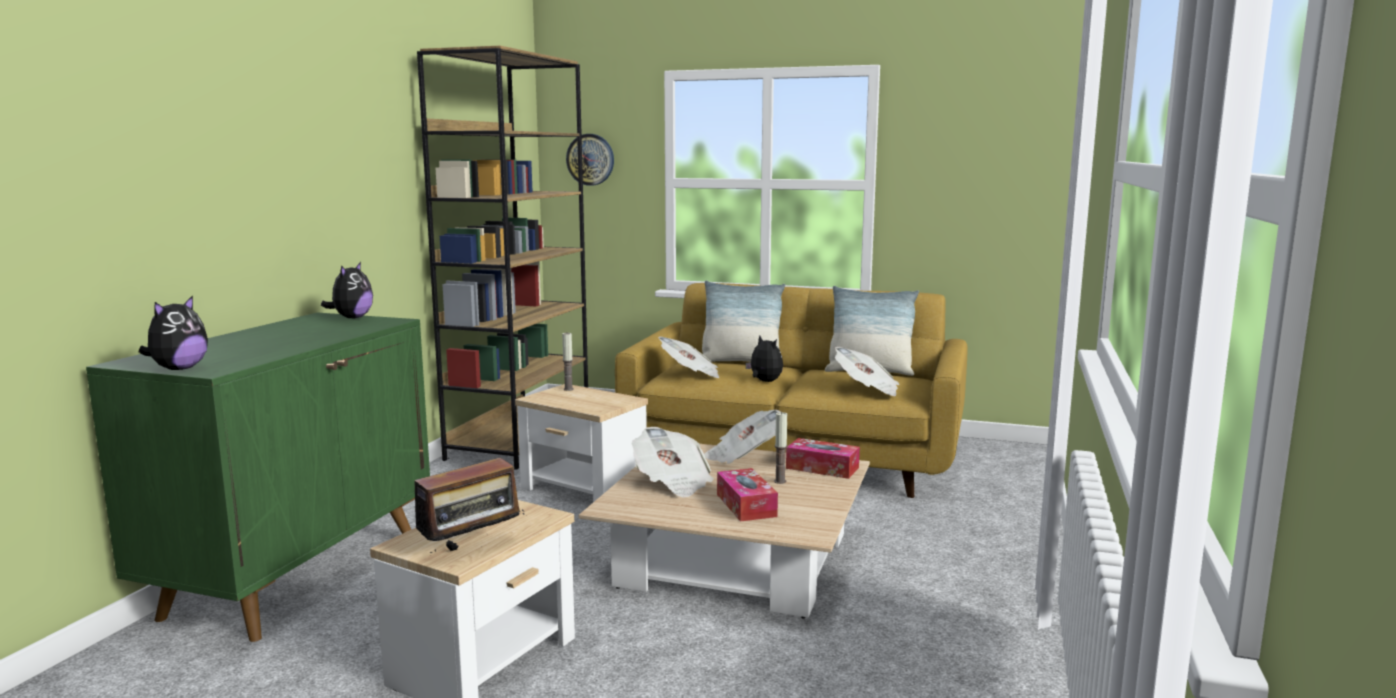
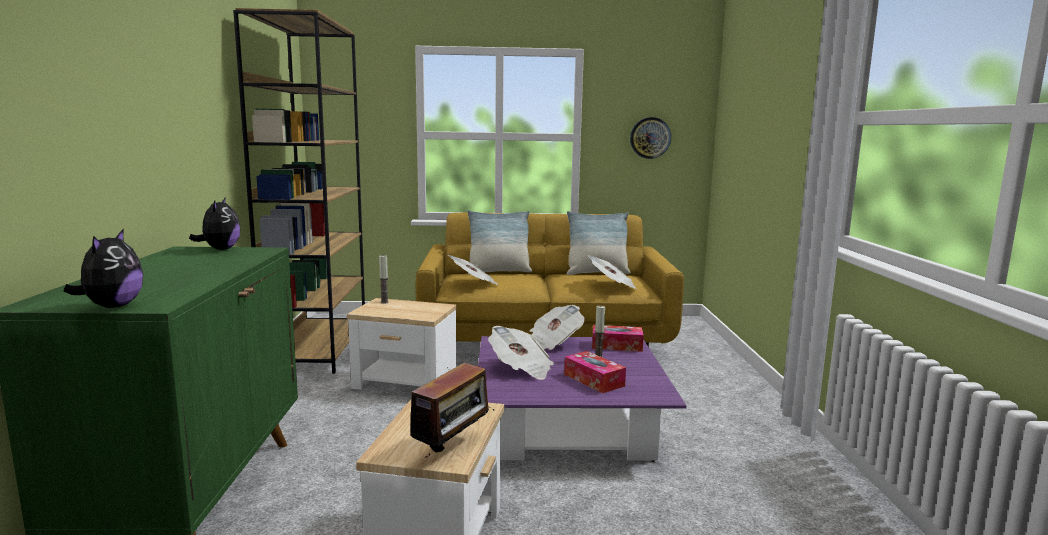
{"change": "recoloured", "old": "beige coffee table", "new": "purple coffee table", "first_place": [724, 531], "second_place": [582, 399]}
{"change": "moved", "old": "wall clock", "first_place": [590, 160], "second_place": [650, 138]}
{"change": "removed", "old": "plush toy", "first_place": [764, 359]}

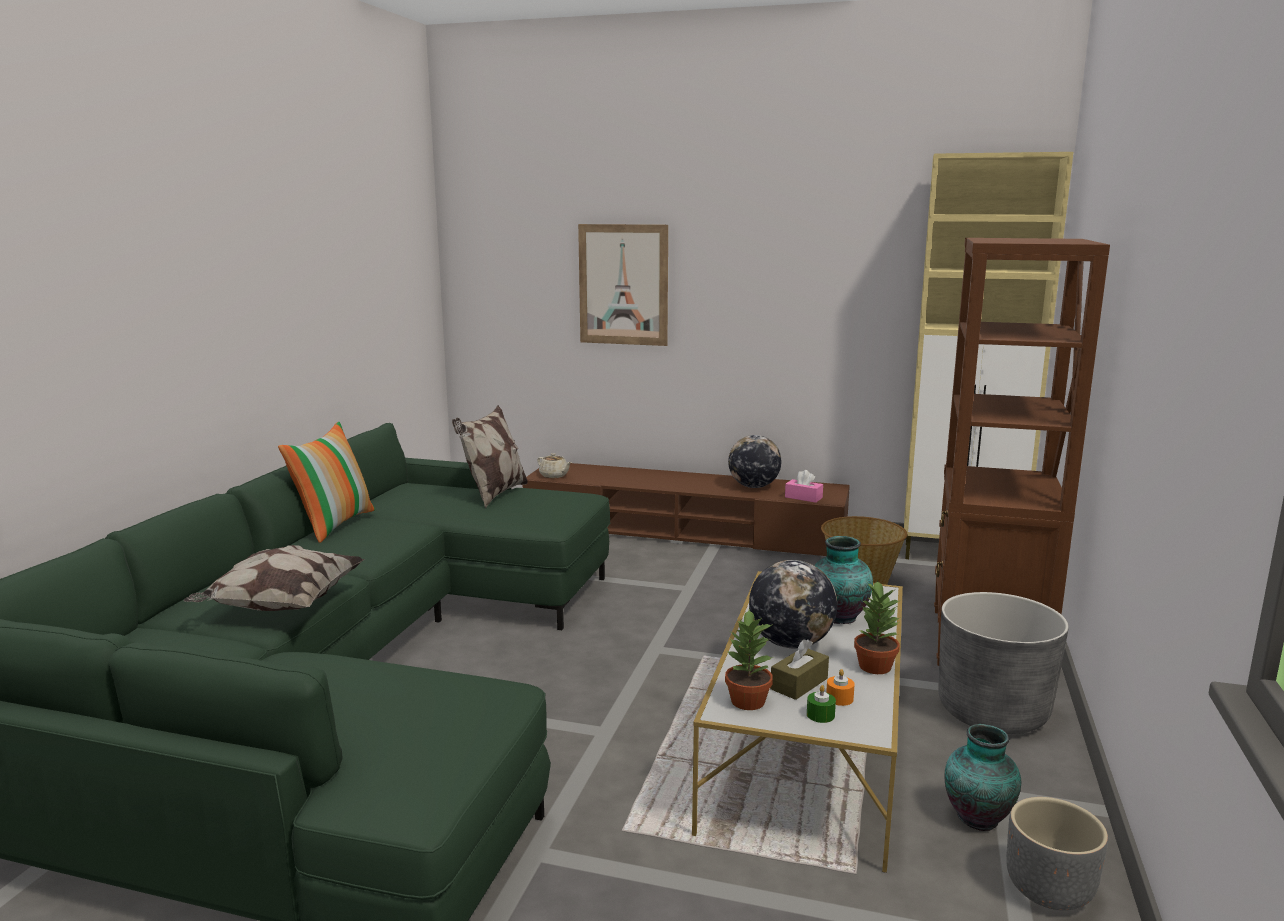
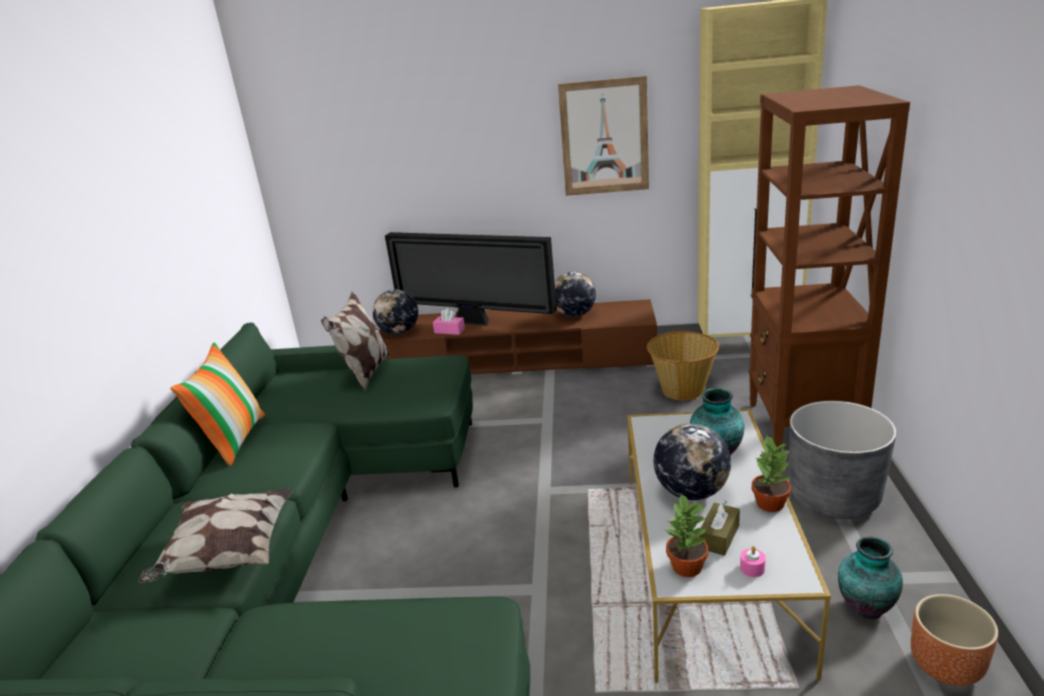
{"change": "replaced", "old": "beige teapot", "new": "globe", "first_place": [554, 465], "second_place": [395, 312]}
{"change": "added", "new": "television", "second_place": [471, 279]}
{"change": "moved", "old": "pink tissue box", "first_place": [804, 486], "second_place": [449, 322]}
{"change": "moved", "old": "picture", "first_place": [623, 285], "second_place": [603, 136]}
{"change": "recoloured", "old": "green candle", "new": "pink candle", "first_place": [821, 704], "second_place": [753, 561]}
{"change": "recoloured", "old": "grey planter", "new": "brown planter", "first_place": [1057, 853], "second_place": [954, 640]}
{"change": "removed", "old": "orange candle", "first_place": [840, 687]}

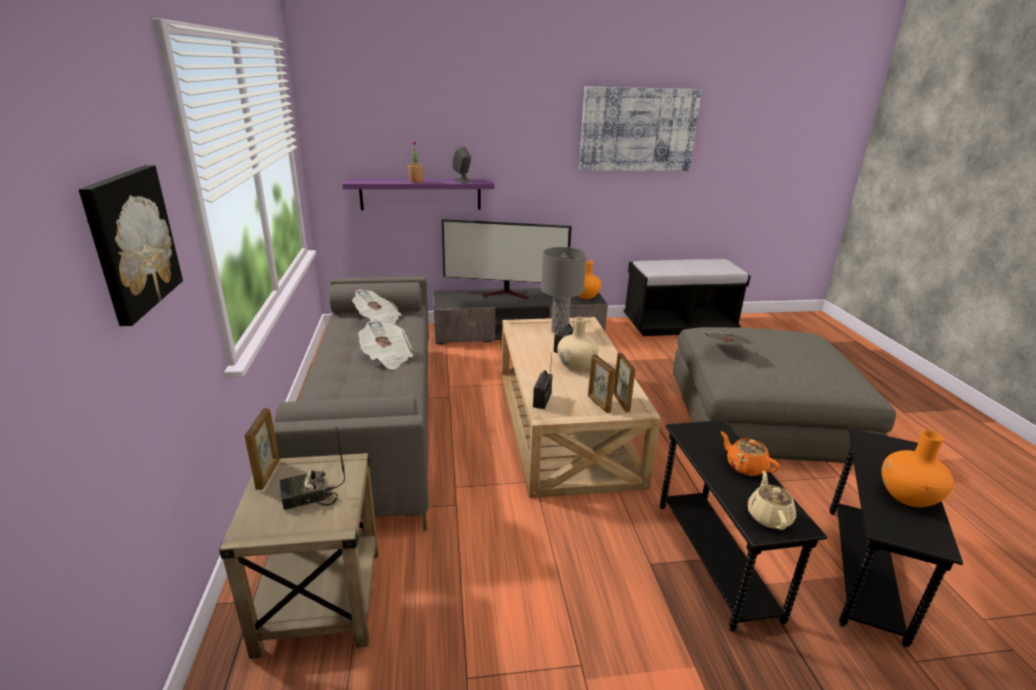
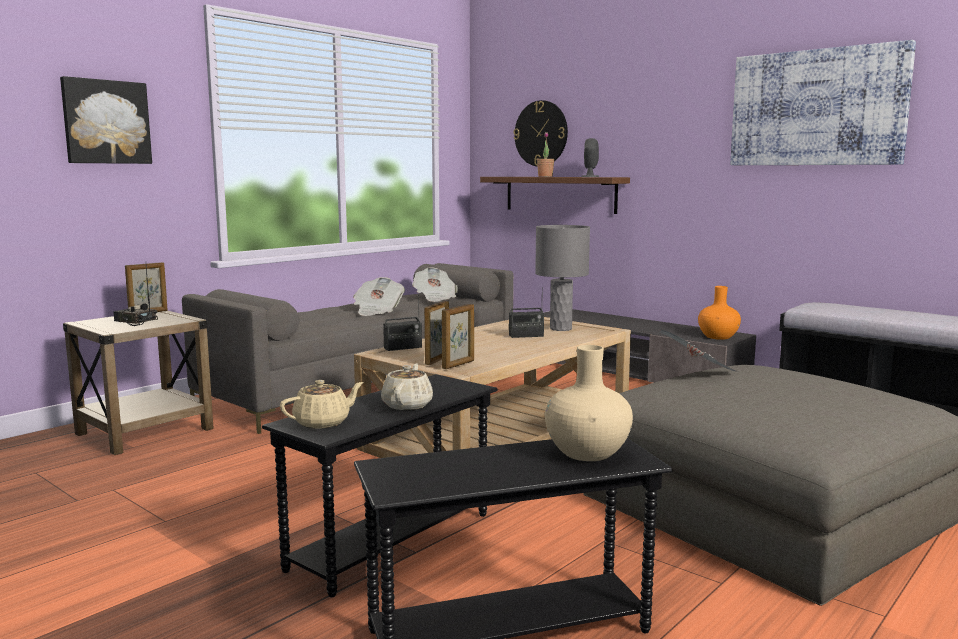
{"change": "recoloured", "old": "orange teapot", "new": "beige teapot", "first_place": [750, 453], "second_place": [407, 386]}
{"change": "recoloured", "old": "purple shelf", "new": "brown shelf", "first_place": [418, 194], "second_place": [555, 195]}
{"change": "added", "new": "wall clock", "second_place": [540, 133]}
{"change": "moved", "old": "beige vase", "first_place": [578, 344], "second_place": [589, 403]}
{"change": "removed", "old": "television", "first_place": [507, 259]}
{"change": "removed", "old": "orange vase", "first_place": [917, 468]}

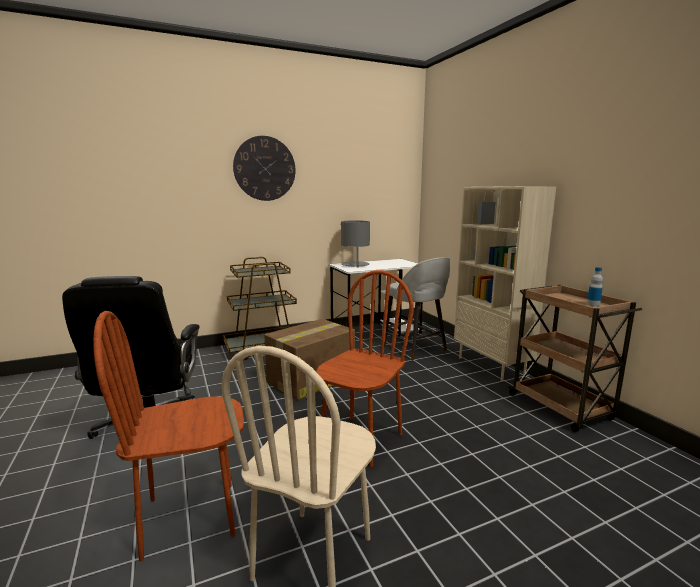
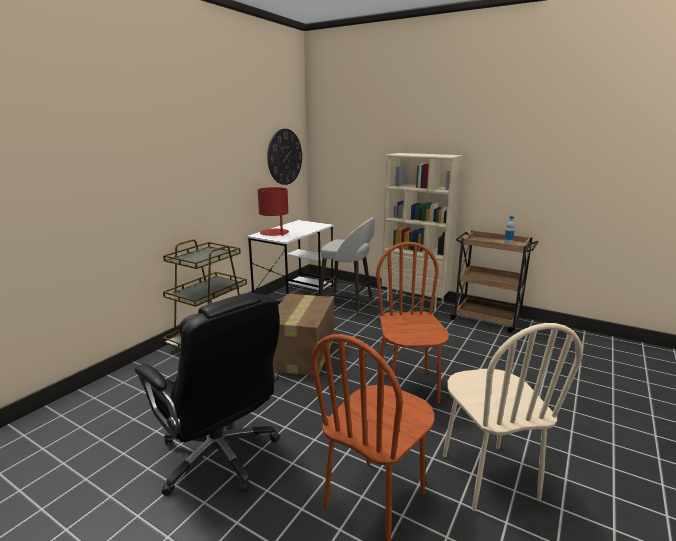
{"change": "recoloured", "old": "grey table lamp", "new": "red table lamp", "first_place": [355, 244], "second_place": [273, 211]}
{"change": "moved", "old": "wall clock", "first_place": [264, 168], "second_place": [284, 157]}

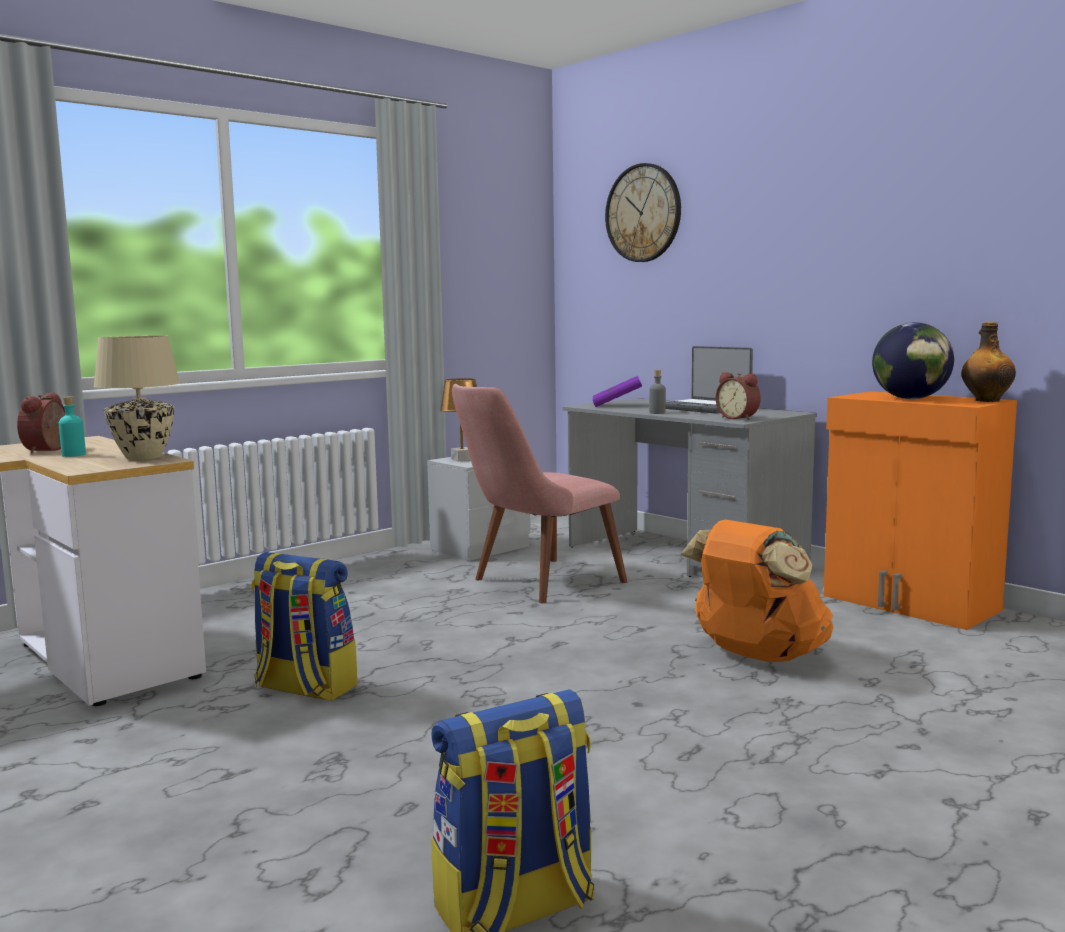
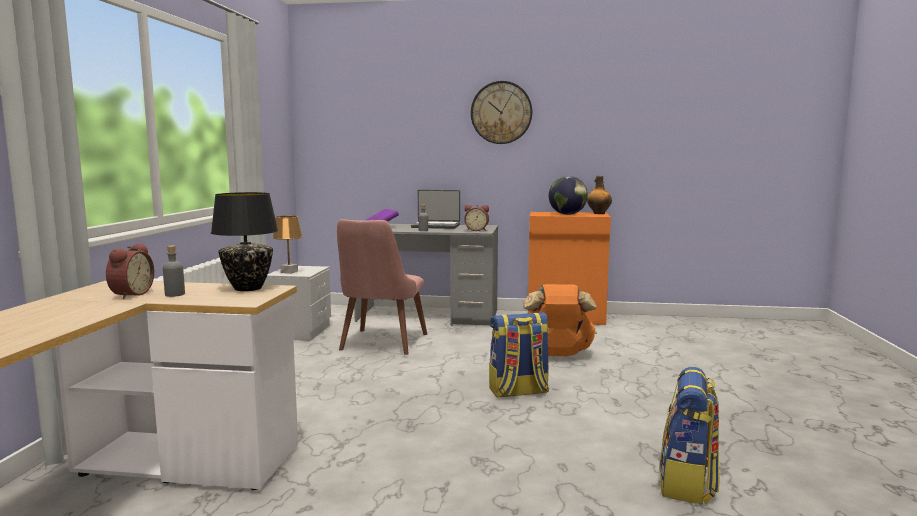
{"change": "turned", "old": "alarm clock", "first_place": [41, 423], "second_place": [130, 271], "degrees": -135}
{"change": "recoloured", "old": "turquoise bottle", "new": "grey bottle", "first_place": [72, 426], "second_place": [174, 271]}
{"change": "recoloured", "old": "beige table lamp", "new": "black table lamp", "first_place": [136, 398], "second_place": [244, 241]}
{"change": "moved", "old": "wall clock", "first_place": [643, 212], "second_place": [501, 112]}
{"change": "moved", "old": "backpack", "first_place": [304, 626], "second_place": [519, 354]}

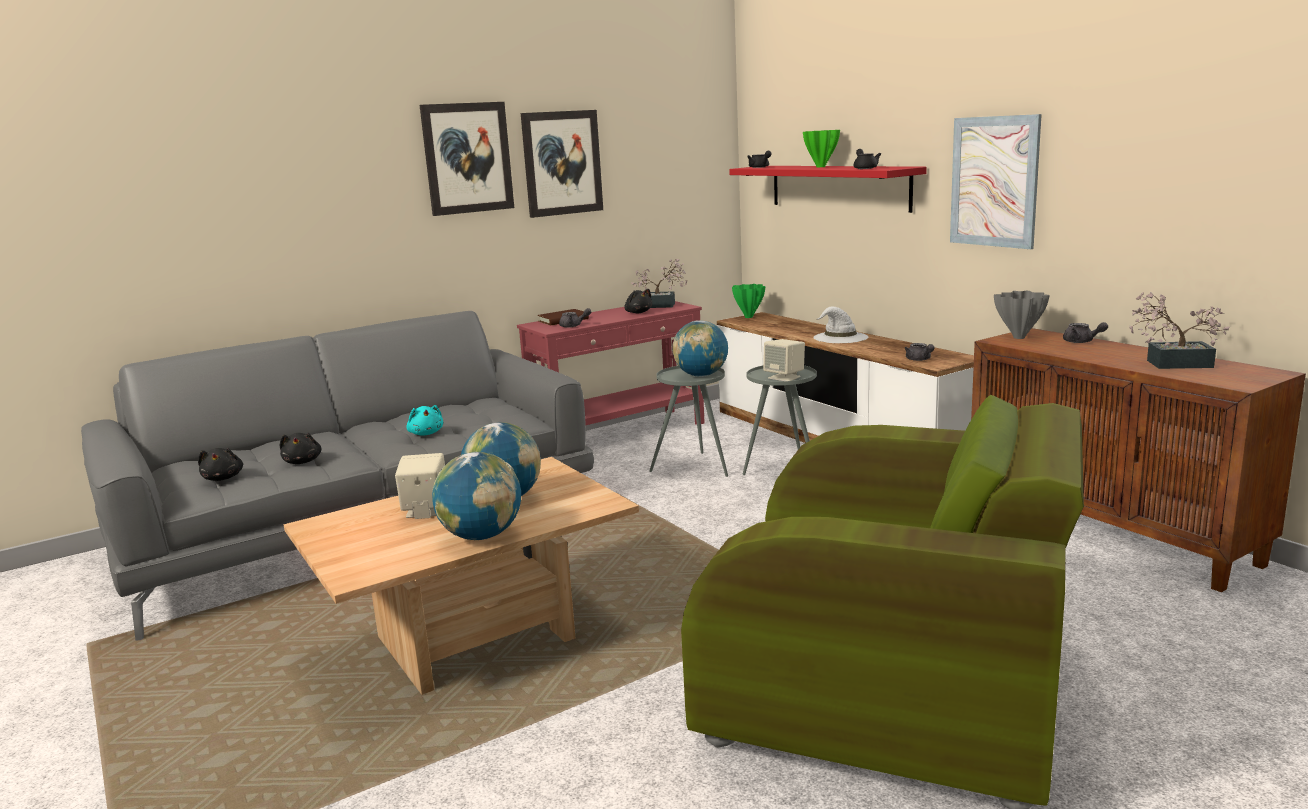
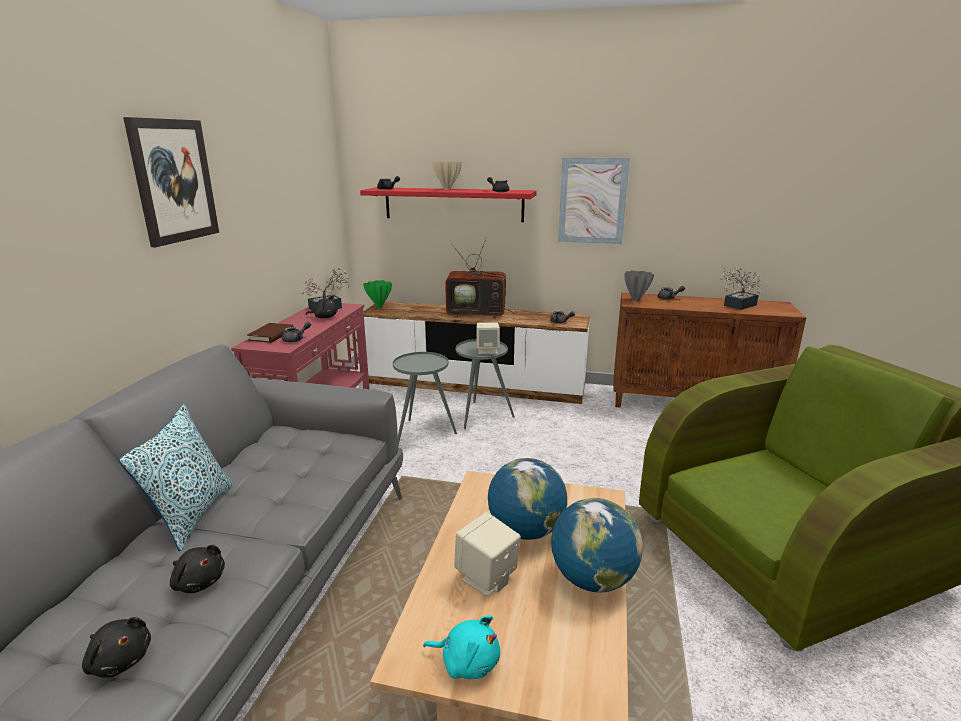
{"change": "added", "new": "pillow", "second_place": [176, 477]}
{"change": "moved", "old": "turquoise plush toy", "first_place": [424, 420], "second_place": [461, 647]}
{"change": "recoloured", "old": "green vase", "new": "beige vase", "first_place": [821, 148], "second_place": [447, 176]}
{"change": "replaced", "old": "white hat", "new": "television", "first_place": [840, 325], "second_place": [480, 277]}
{"change": "removed", "old": "picture", "first_place": [562, 164]}
{"change": "removed", "old": "globe", "first_place": [700, 349]}

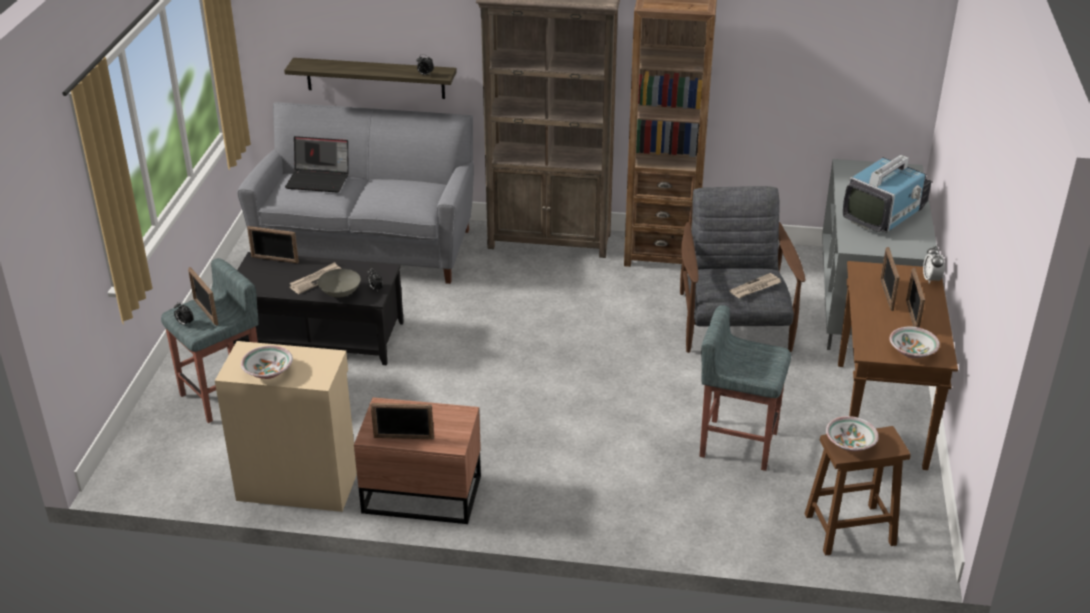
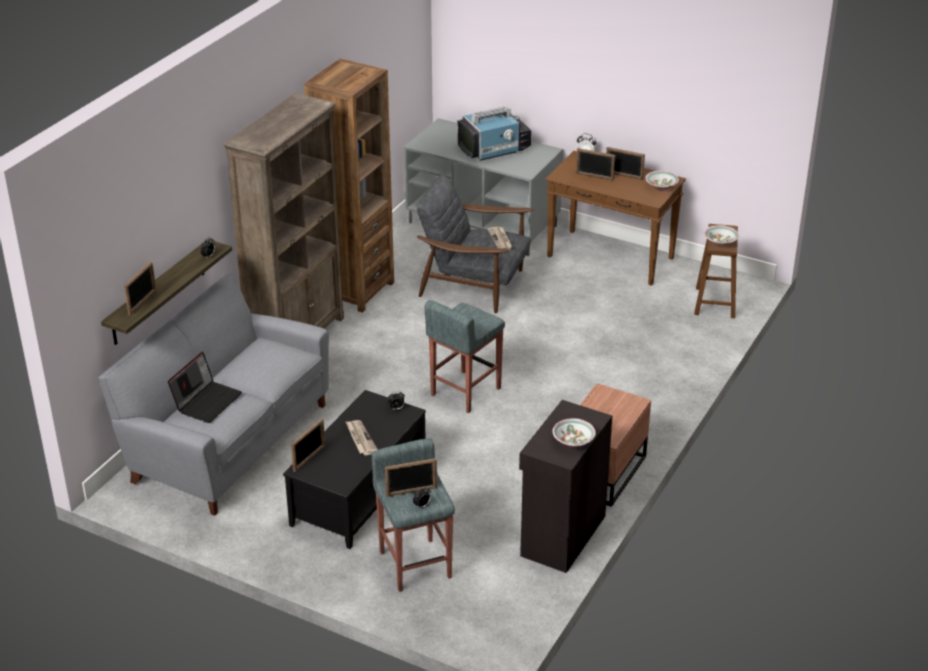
{"change": "moved", "old": "picture frame", "first_place": [402, 421], "second_place": [140, 288]}
{"change": "moved", "old": "grey stool", "first_place": [745, 388], "second_place": [465, 356]}
{"change": "turned", "old": "television", "first_place": [887, 194], "second_place": [494, 133], "degrees": 90}
{"change": "recoloured", "old": "beige cabinet", "new": "black cabinet", "first_place": [286, 426], "second_place": [565, 486]}
{"change": "removed", "old": "grey bowl", "first_place": [339, 283]}

